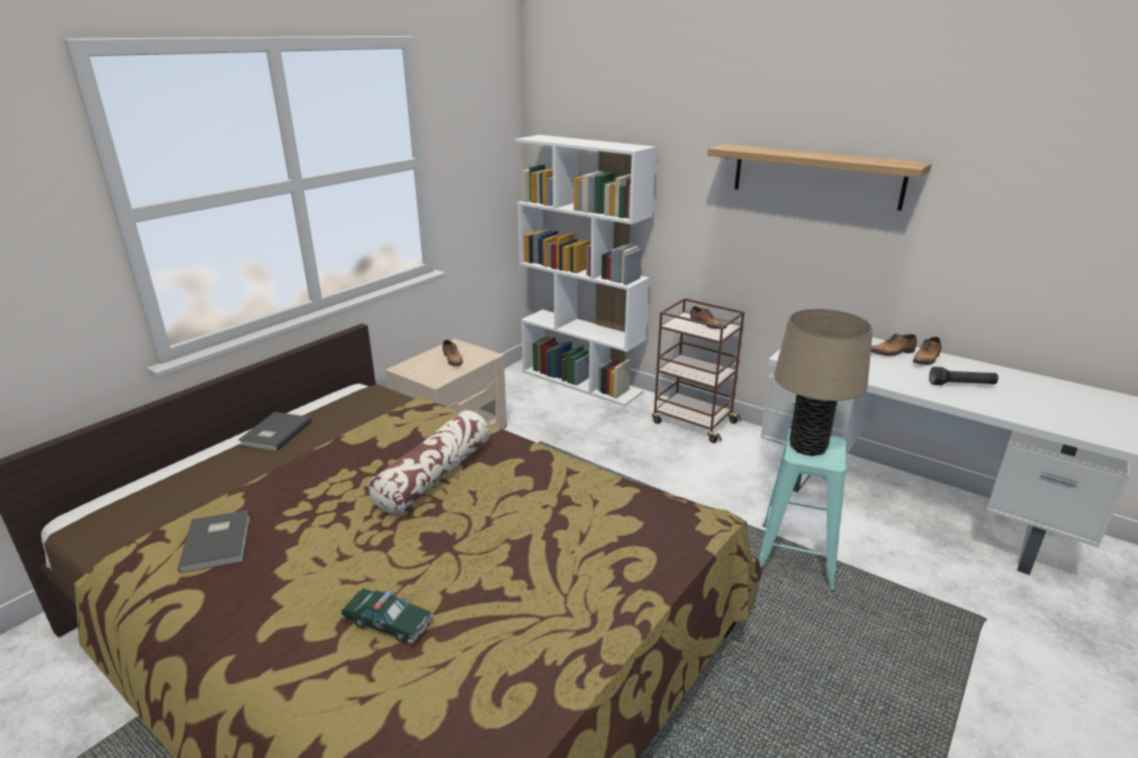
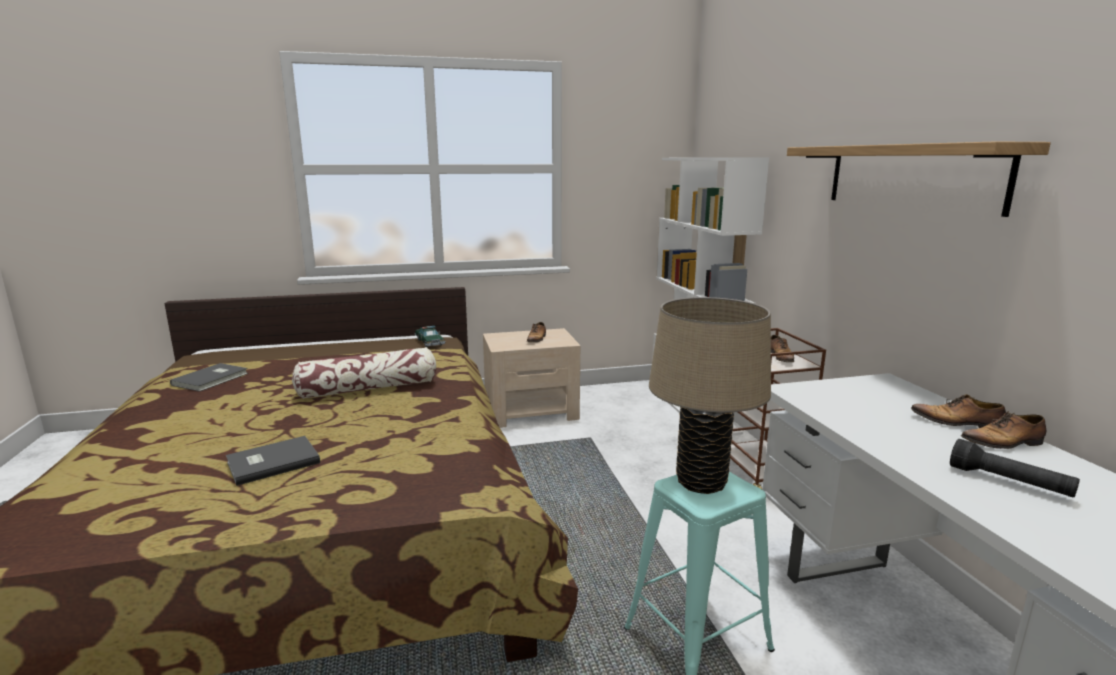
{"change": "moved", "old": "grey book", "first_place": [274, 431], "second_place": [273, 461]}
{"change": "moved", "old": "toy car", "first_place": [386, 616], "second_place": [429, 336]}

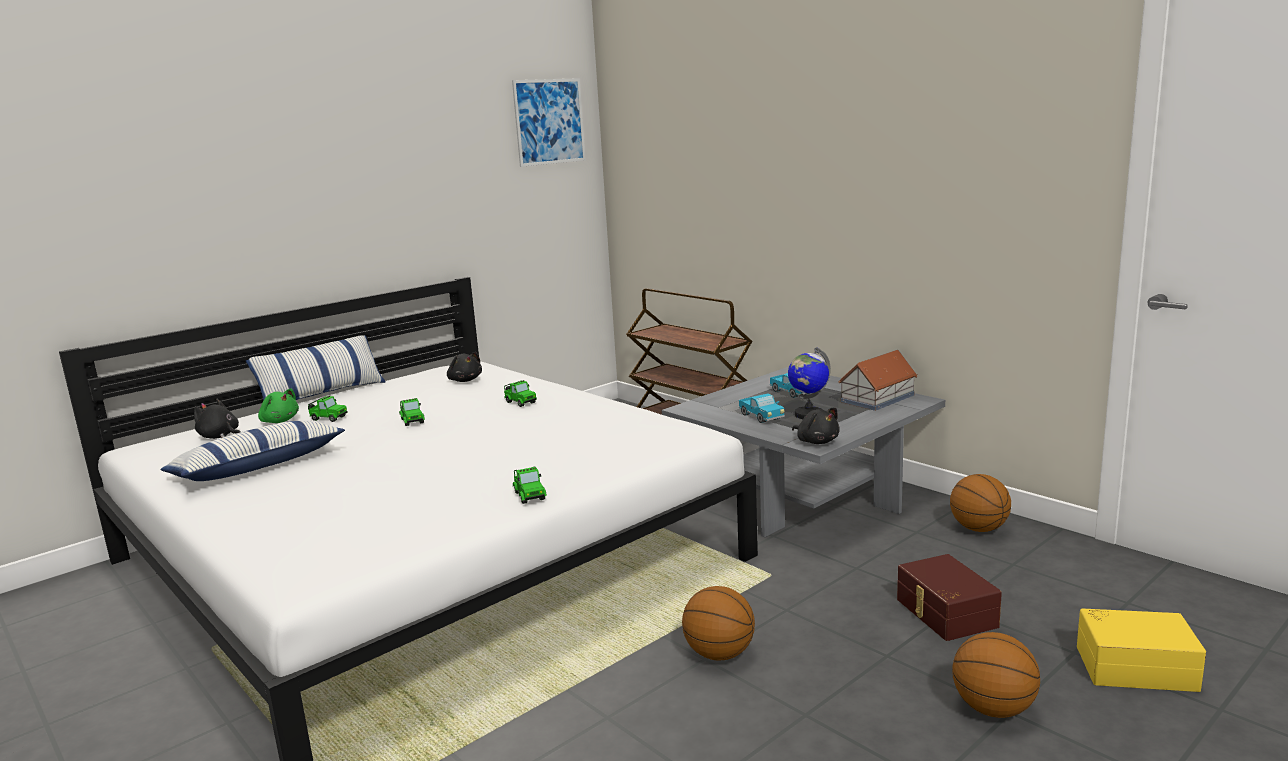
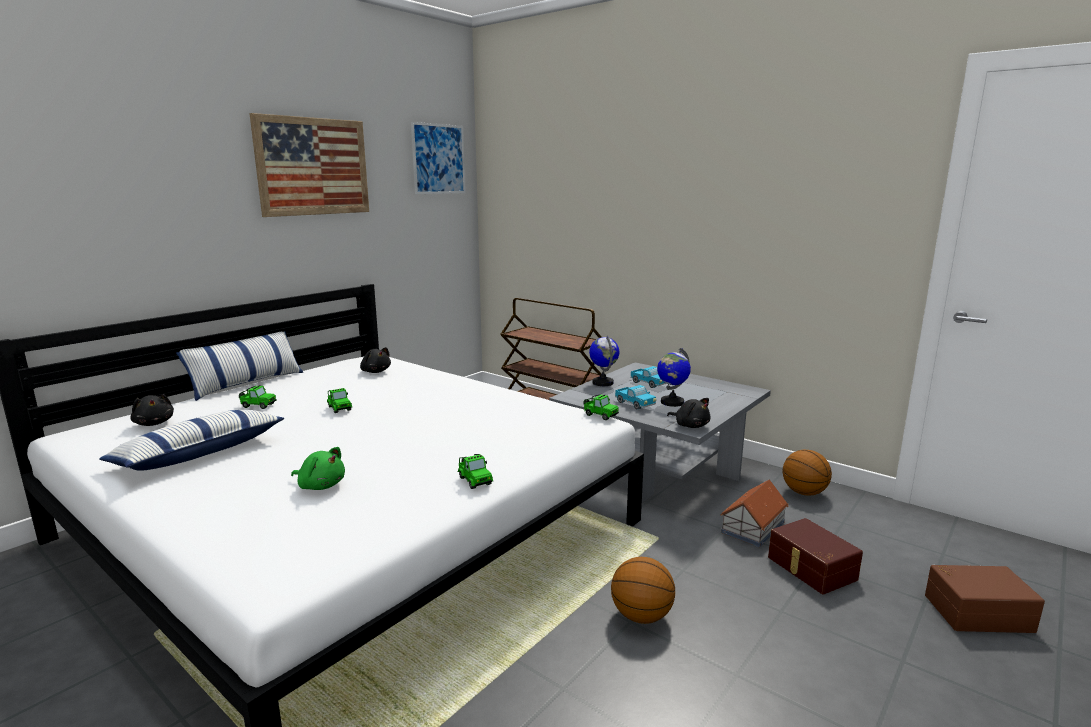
{"change": "turned", "old": "black plush toy", "first_place": [217, 419], "second_place": [152, 410], "degrees": -150}
{"change": "added", "new": "picture", "second_place": [309, 165]}
{"change": "moved", "old": "green plush toy", "first_place": [278, 405], "second_place": [318, 468]}
{"change": "moved", "old": "toy car", "first_place": [520, 393], "second_place": [601, 407]}
{"change": "added", "new": "globe", "second_place": [604, 361]}
{"change": "moved", "old": "toy house", "first_place": [878, 380], "second_place": [754, 513]}
{"change": "recoloured", "old": "yellow storage box", "new": "brown storage box", "first_place": [1141, 650], "second_place": [985, 599]}
{"change": "removed", "old": "basketball", "first_place": [996, 675]}

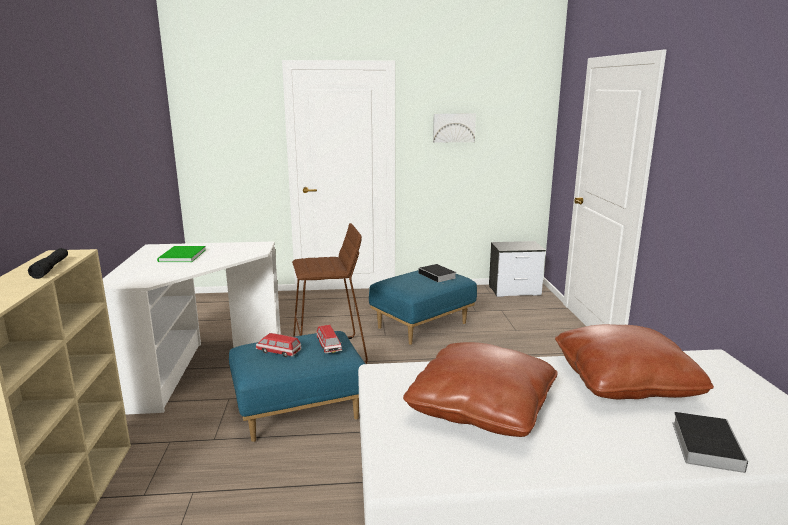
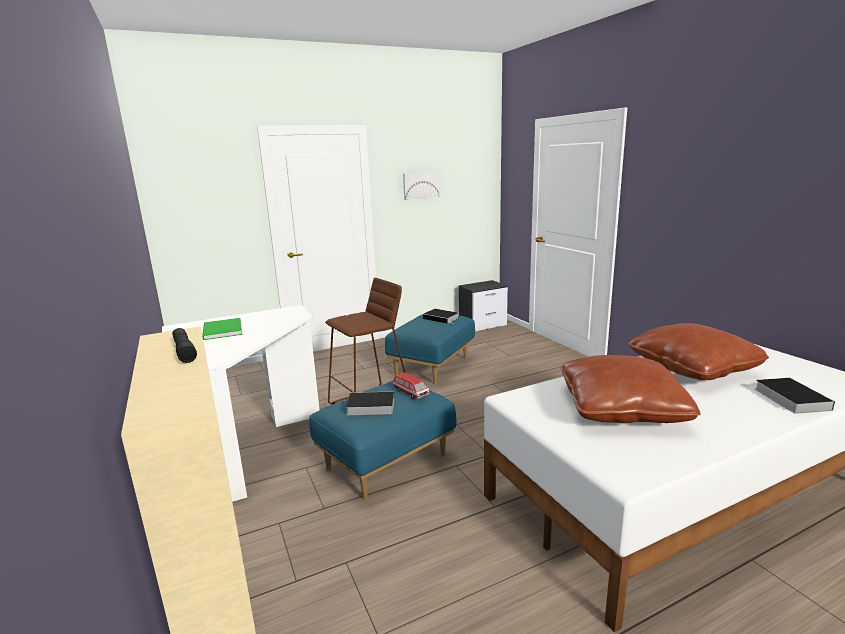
{"change": "replaced", "old": "toy car", "new": "book", "first_place": [278, 345], "second_place": [369, 403]}

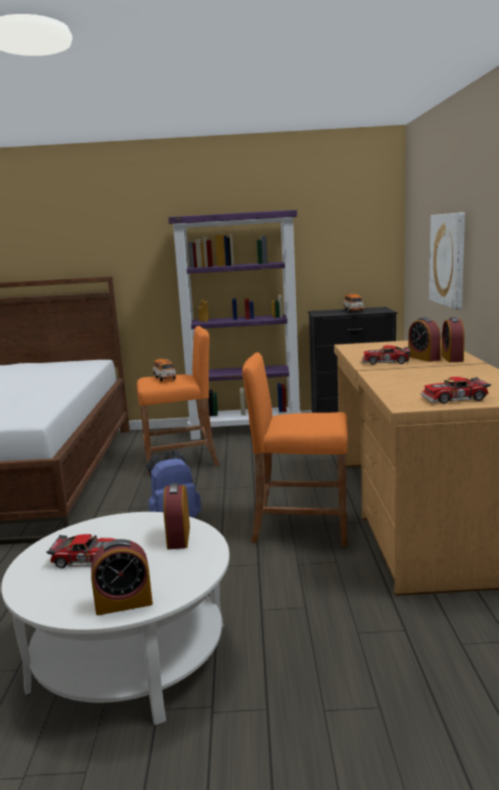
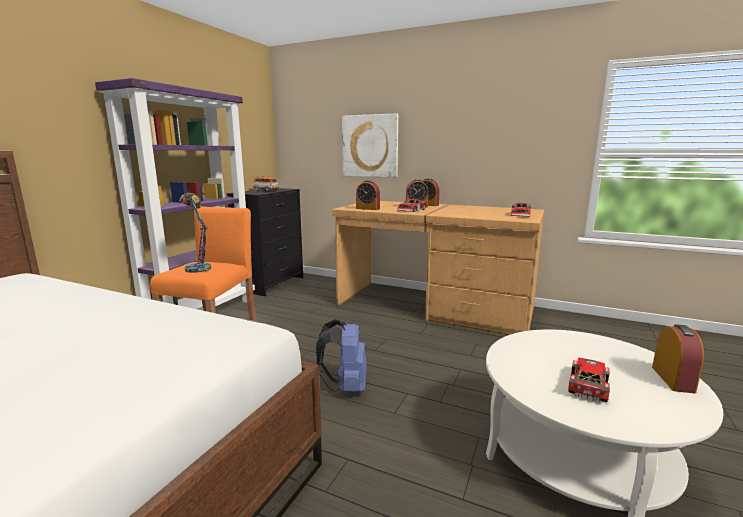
{"change": "replaced", "old": "toy car", "new": "table lamp", "first_place": [164, 370], "second_place": [195, 231]}
{"change": "moved", "old": "alarm clock", "first_place": [176, 516], "second_place": [368, 195]}
{"change": "removed", "old": "orange stool", "first_place": [295, 449]}

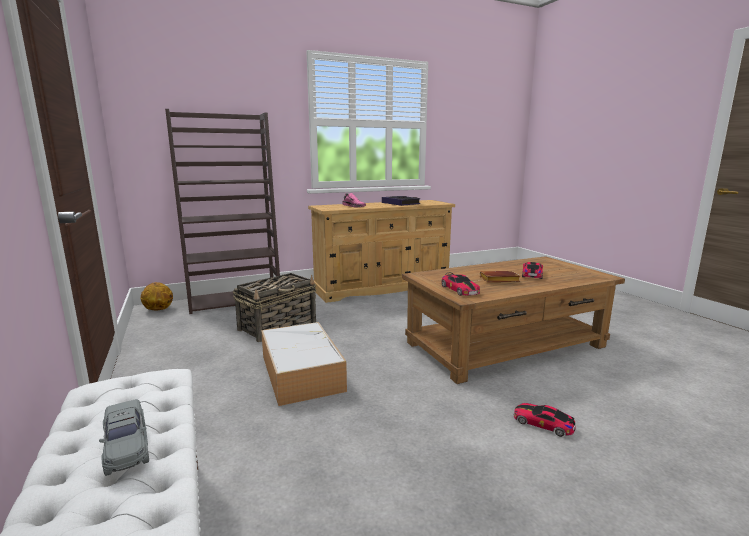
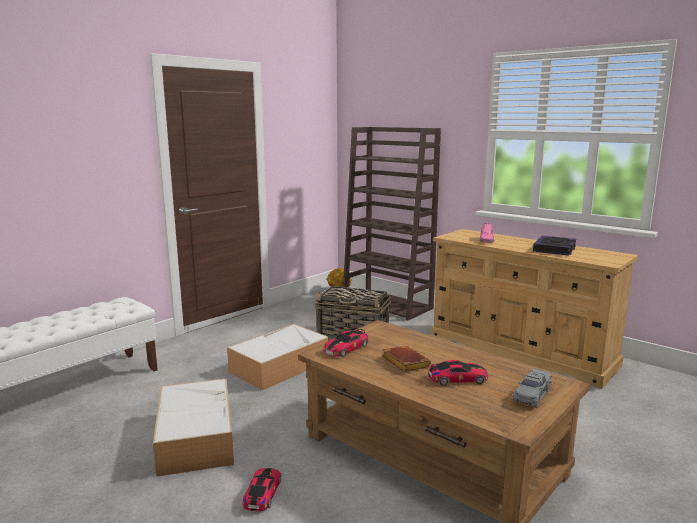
{"change": "added", "new": "storage box", "second_place": [193, 428]}
{"change": "moved", "old": "grey toy car", "first_place": [124, 437], "second_place": [532, 388]}

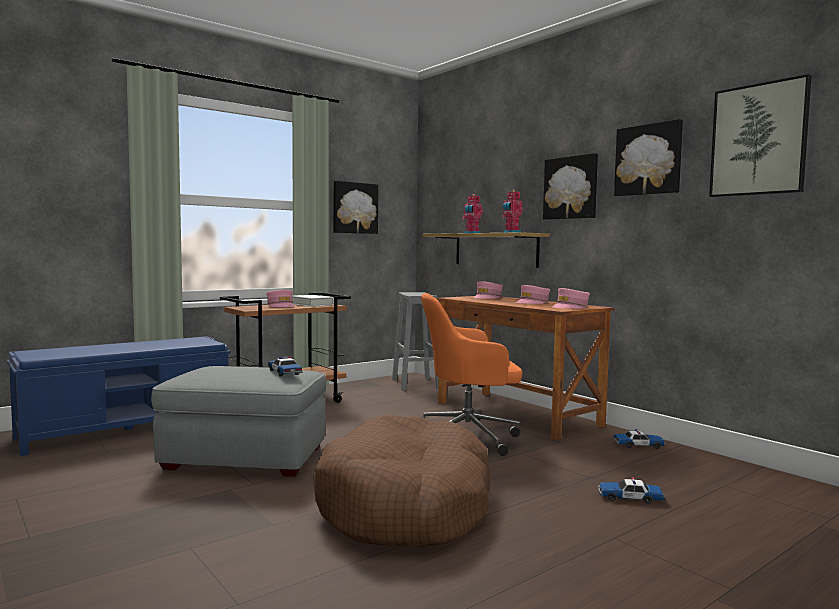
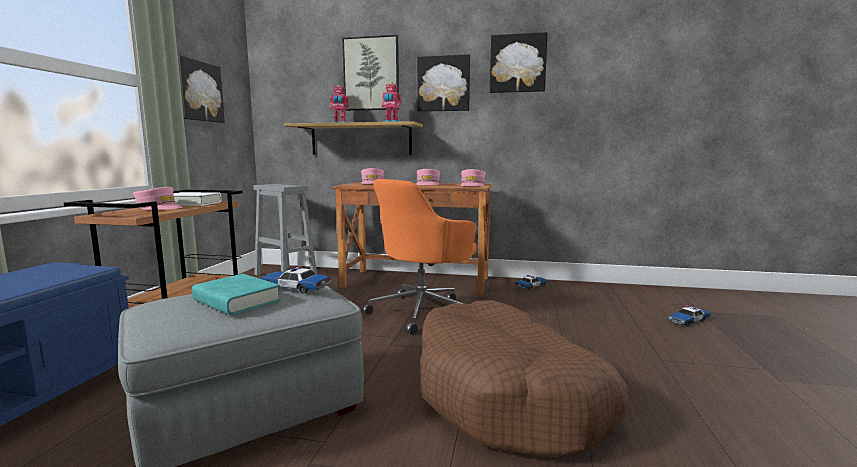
{"change": "added", "new": "turquoise book", "second_place": [236, 294]}
{"change": "moved", "old": "picture", "first_place": [760, 135], "second_place": [370, 73]}
{"change": "moved", "old": "toy car", "first_place": [631, 490], "second_place": [689, 316]}

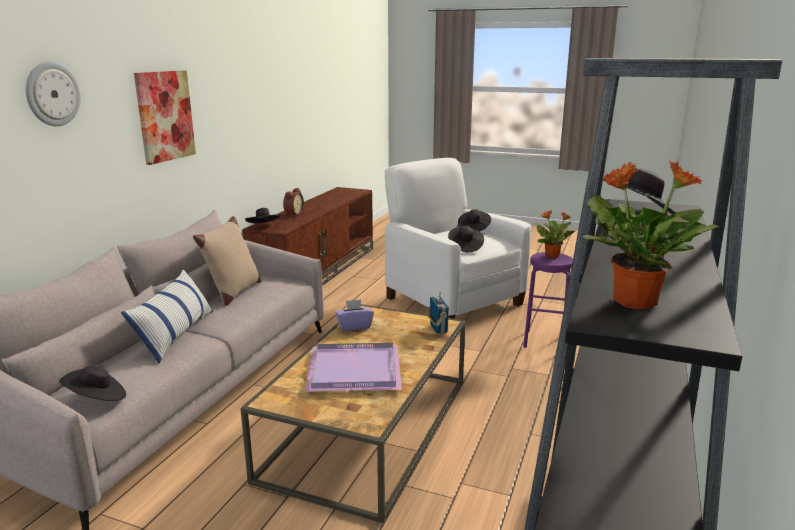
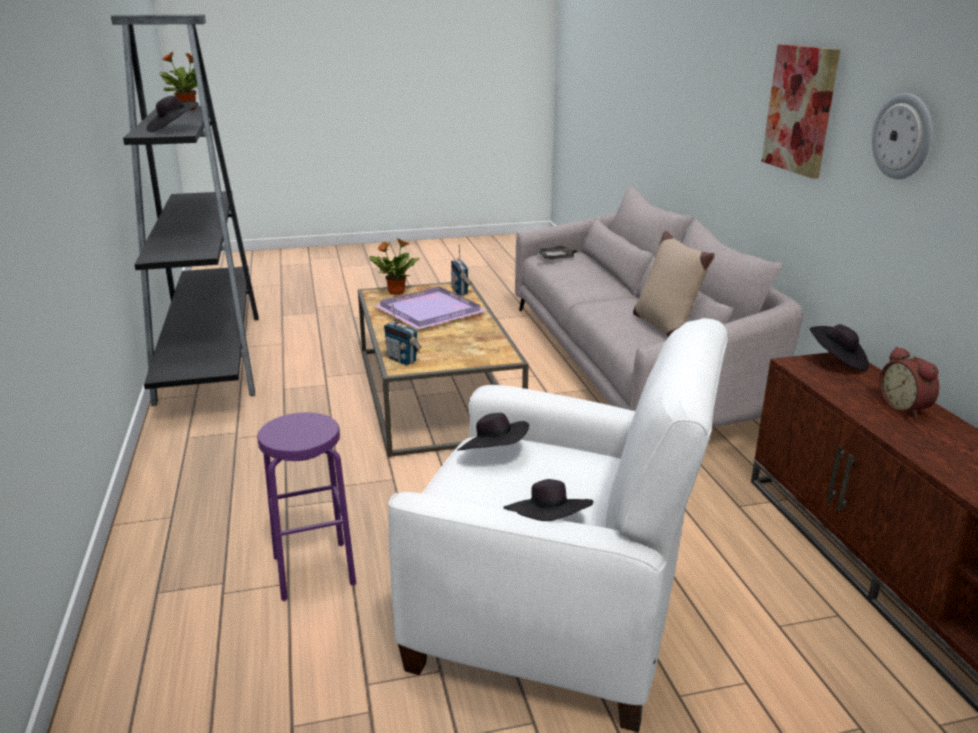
{"change": "moved", "old": "potted plant", "first_place": [554, 234], "second_place": [394, 266]}
{"change": "added", "new": "radio", "second_place": [461, 270]}
{"change": "replaced", "old": "black hat", "new": "grey tray", "first_place": [92, 384], "second_place": [556, 252]}
{"change": "moved", "old": "wall clock", "first_place": [53, 93], "second_place": [902, 136]}
{"change": "removed", "old": "pillow", "first_place": [167, 316]}
{"change": "removed", "old": "purple tissue box", "first_place": [354, 315]}

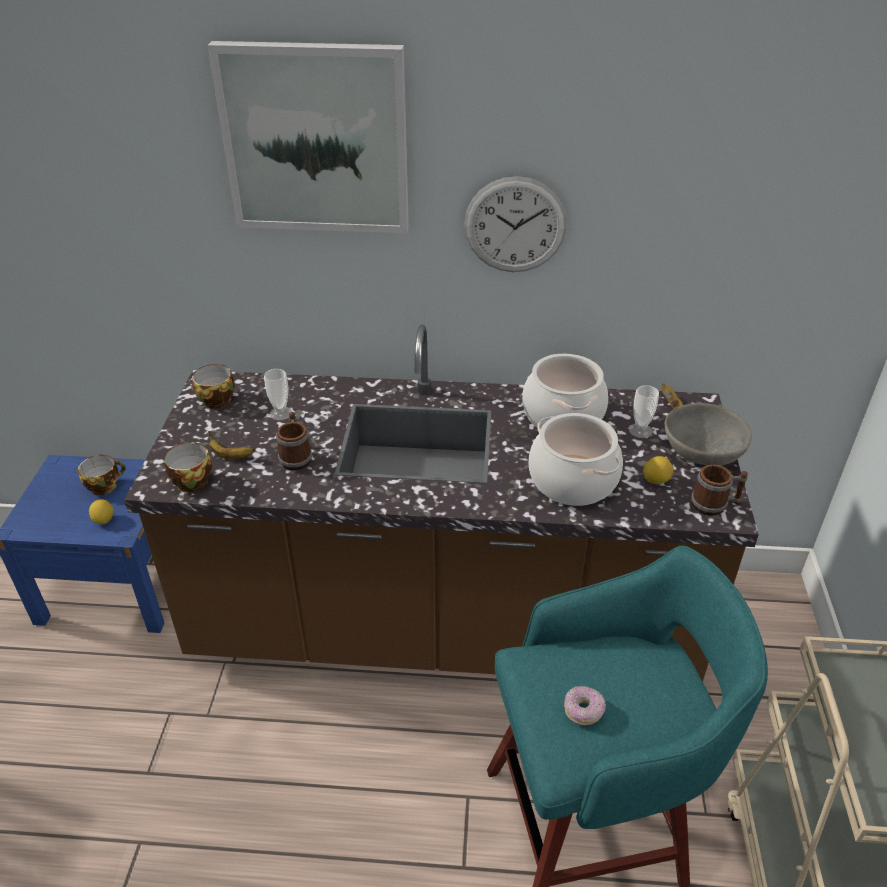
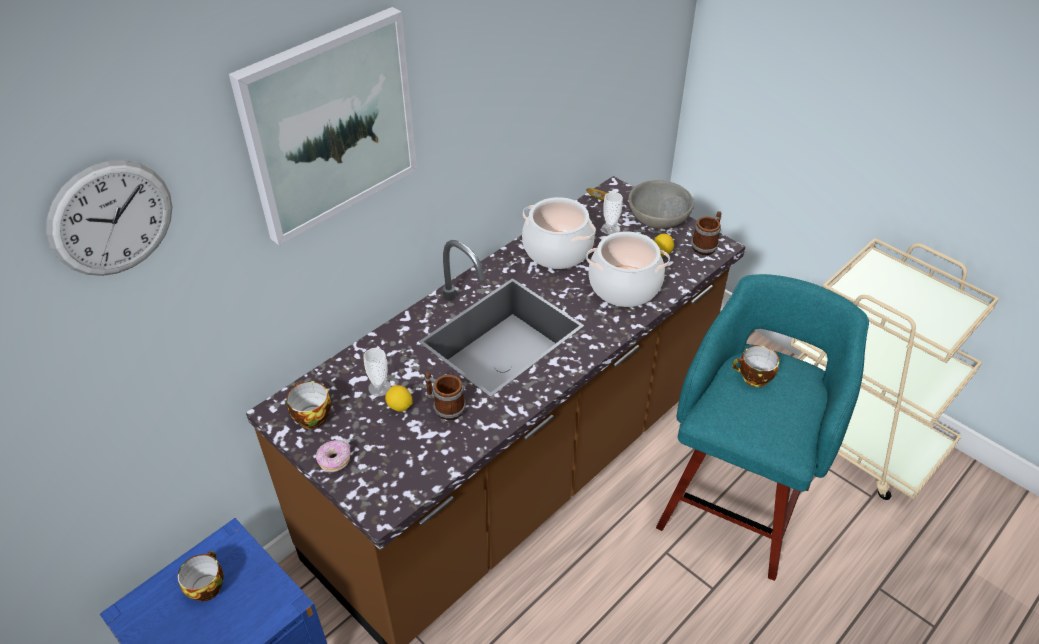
{"change": "moved", "old": "wall clock", "first_place": [515, 224], "second_place": [109, 218]}
{"change": "moved", "old": "donut", "first_place": [585, 705], "second_place": [333, 456]}
{"change": "moved", "old": "lemon", "first_place": [101, 511], "second_place": [399, 398]}
{"change": "moved", "old": "cup", "first_place": [187, 467], "second_place": [755, 366]}
{"change": "removed", "old": "banana", "first_place": [231, 445]}

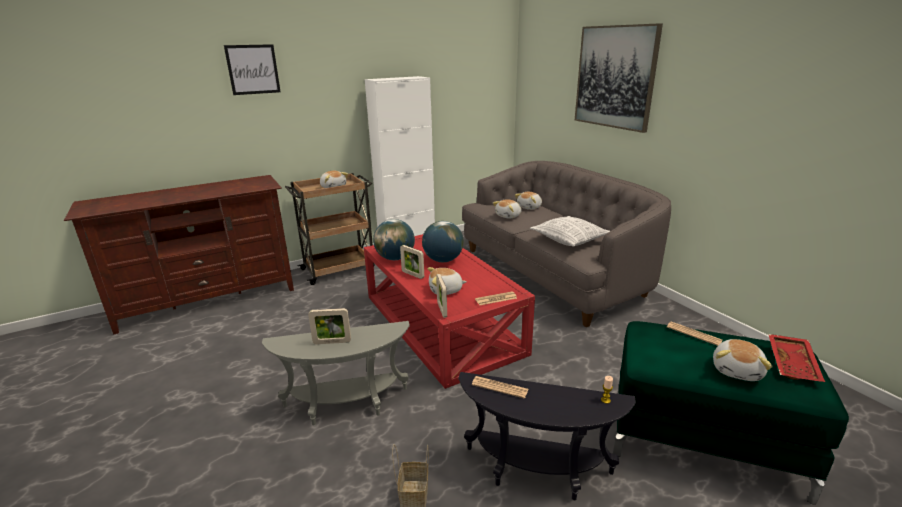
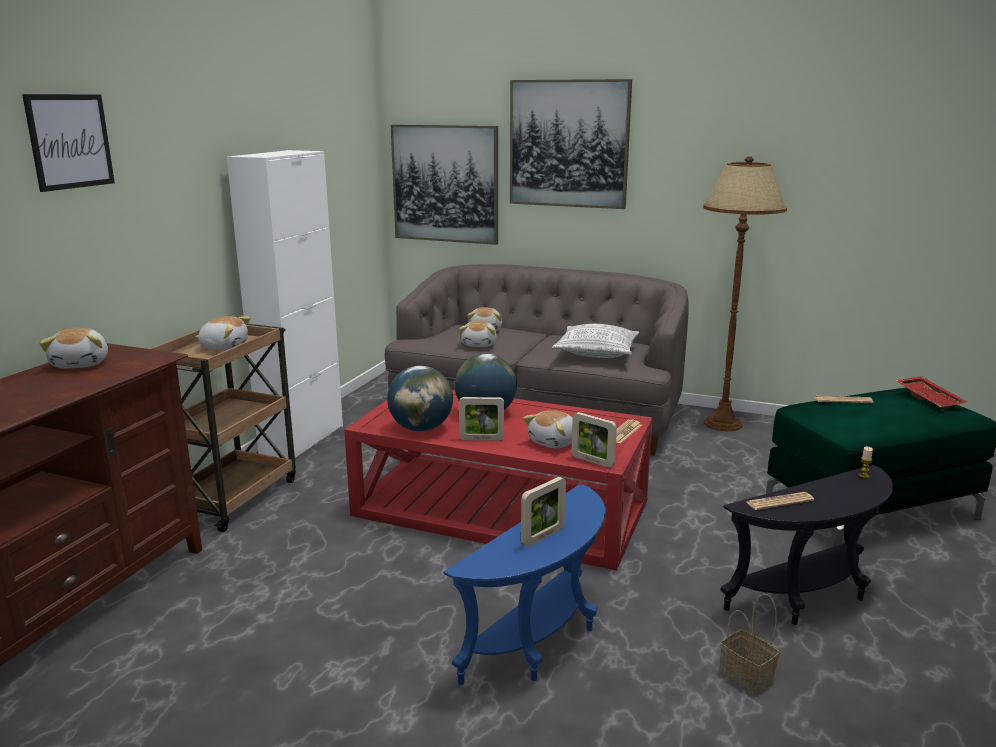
{"change": "moved", "old": "plush toy", "first_place": [743, 360], "second_place": [73, 348]}
{"change": "added", "new": "picture", "second_place": [444, 185]}
{"change": "recoloured", "old": "grey side table", "new": "blue side table", "first_place": [336, 373], "second_place": [524, 584]}
{"change": "added", "new": "brown floor lamp", "second_place": [745, 293]}

